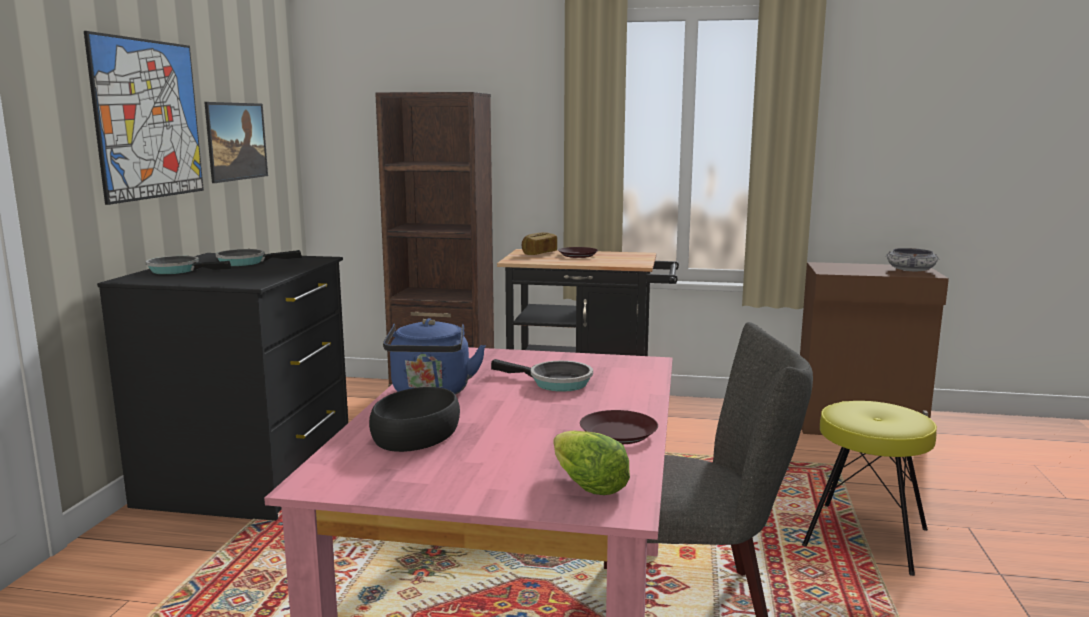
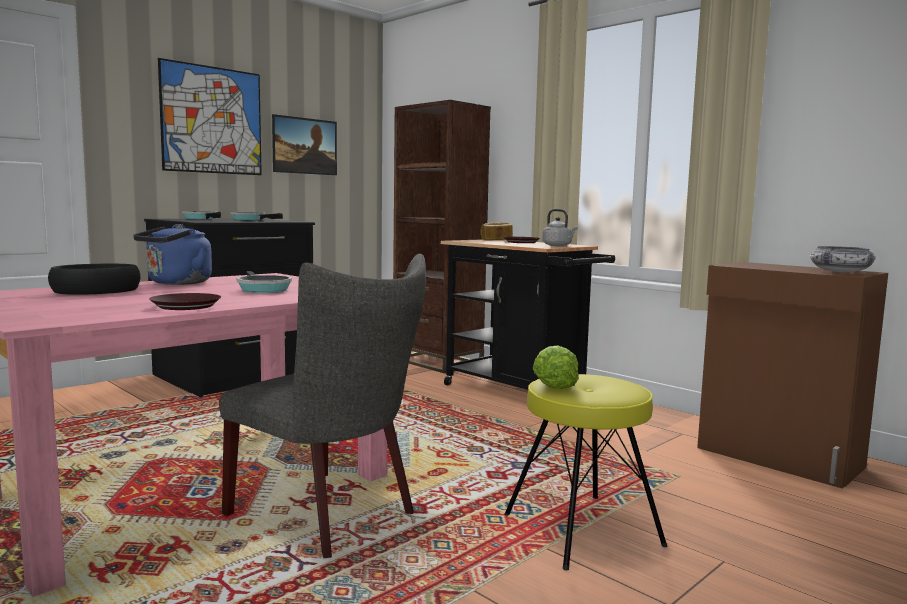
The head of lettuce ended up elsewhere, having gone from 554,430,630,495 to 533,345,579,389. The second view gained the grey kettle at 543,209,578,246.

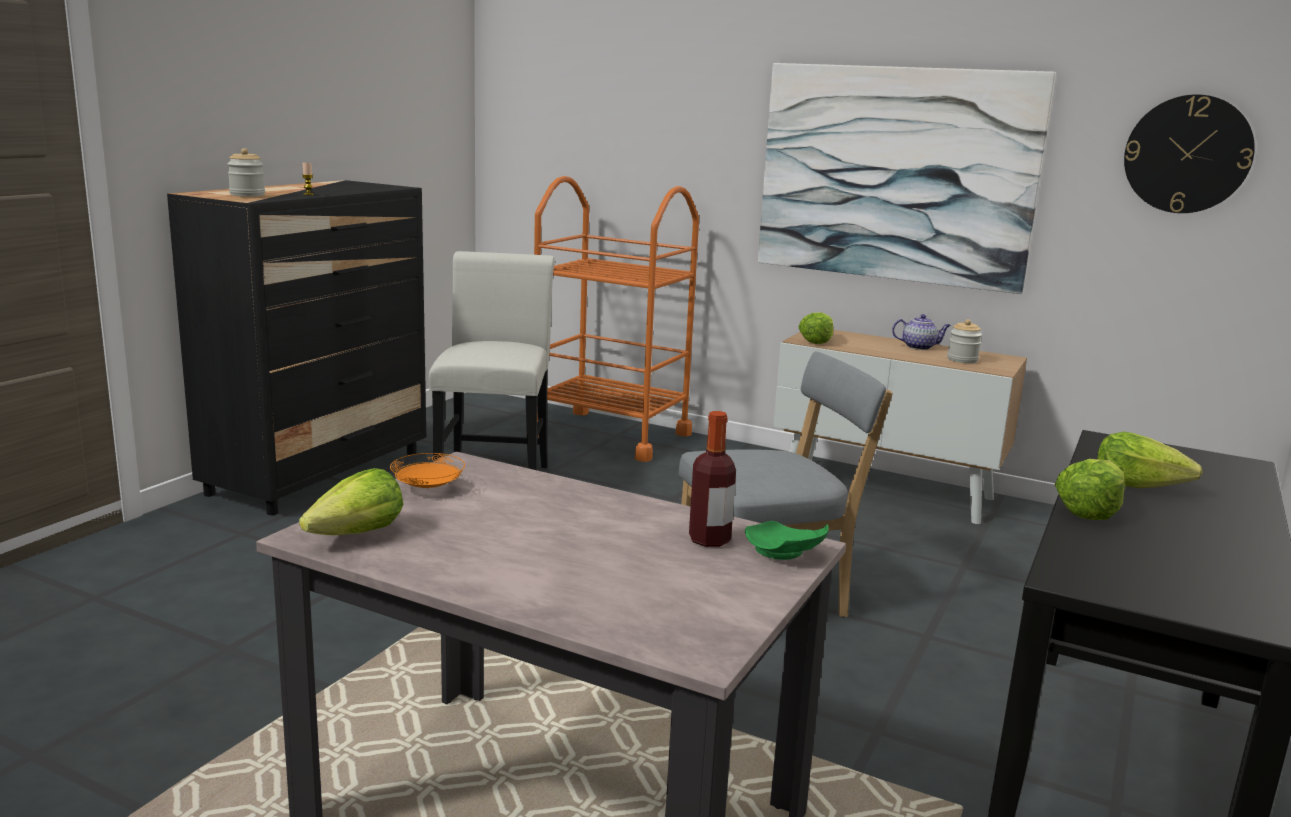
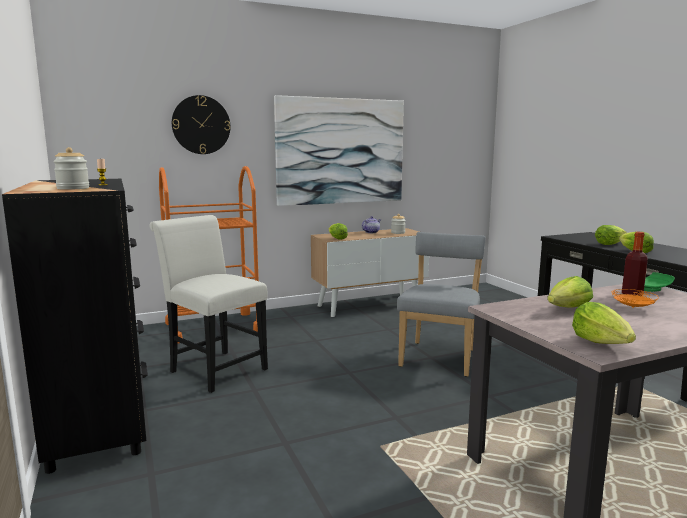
The orange-coloured flat dish ended up elsewhere, having gone from 390,453,465,489 to 612,289,659,308. The hanging clock ended up elsewhere, having gone from 1124,94,1255,213 to 172,95,230,154. The second view gained the head of lettuce at 547,276,593,308.

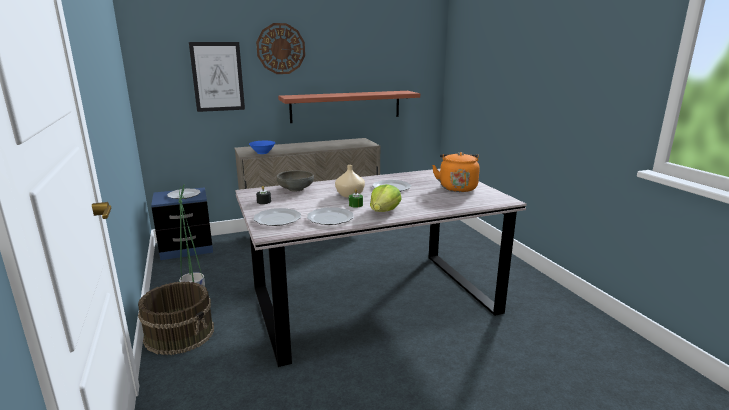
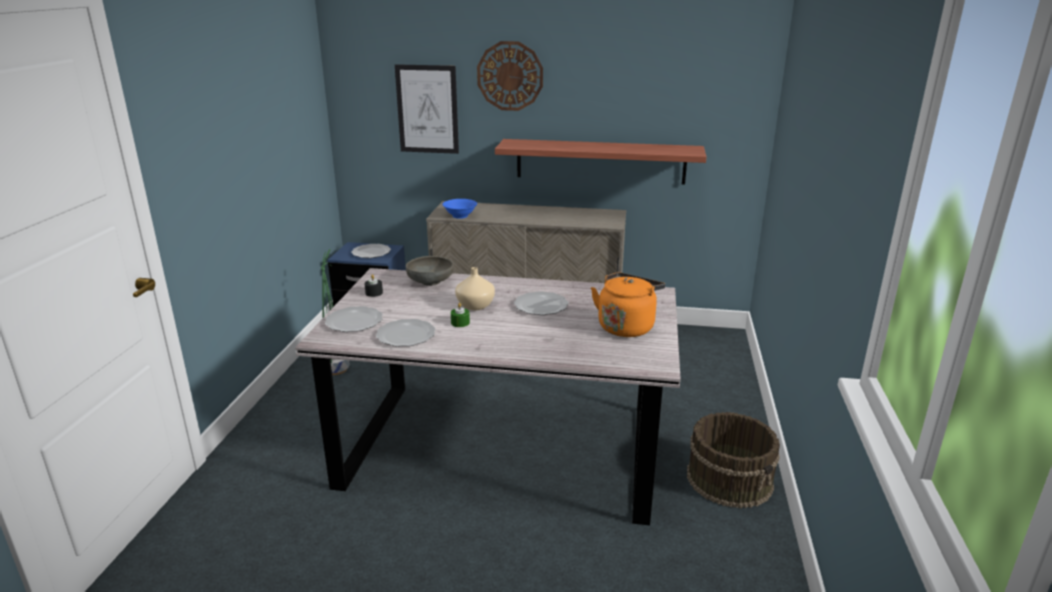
The brown-coloured water bucket ended up elsewhere, having gone from 138,281,214,355 to 687,412,780,509. The second view lost the head of lettuce at 370,184,402,212.

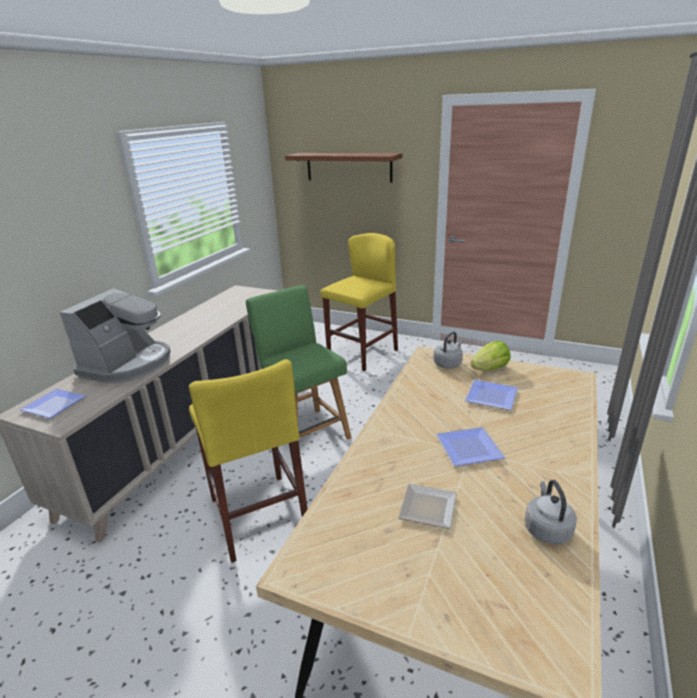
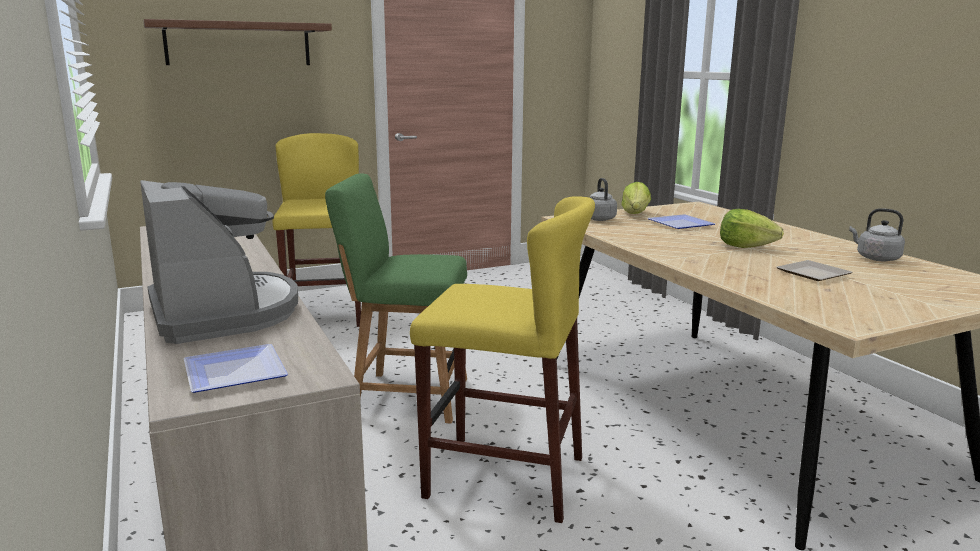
Where the flat dish stood at 436,427,505,466, the head of lettuce came to stand at 720,209,784,248.

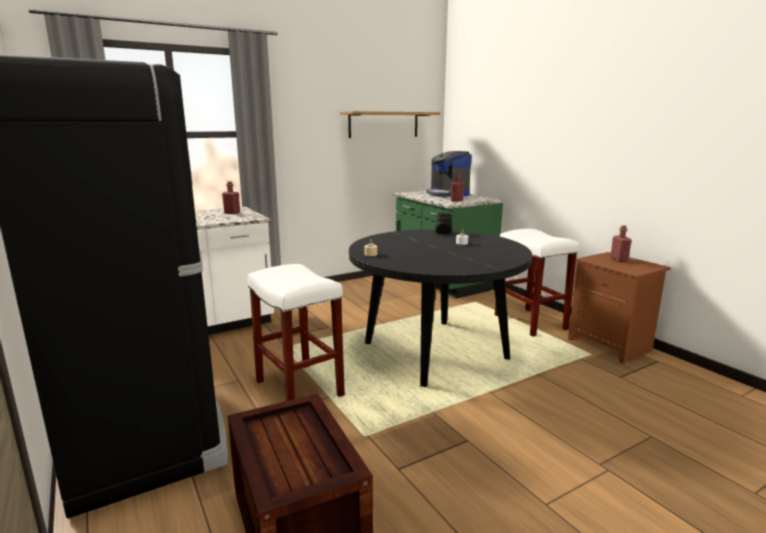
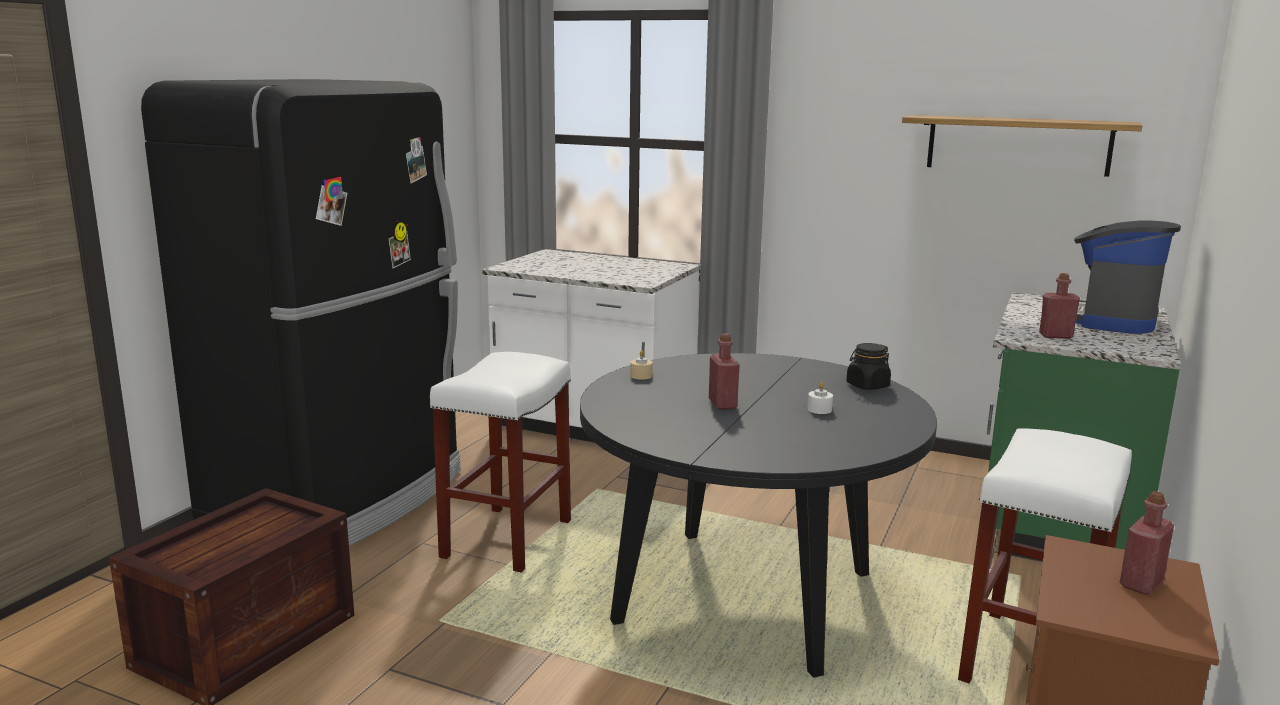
The reddish drink bottle ended up elsewhere, having gone from 222,181,240,214 to 709,333,740,410.

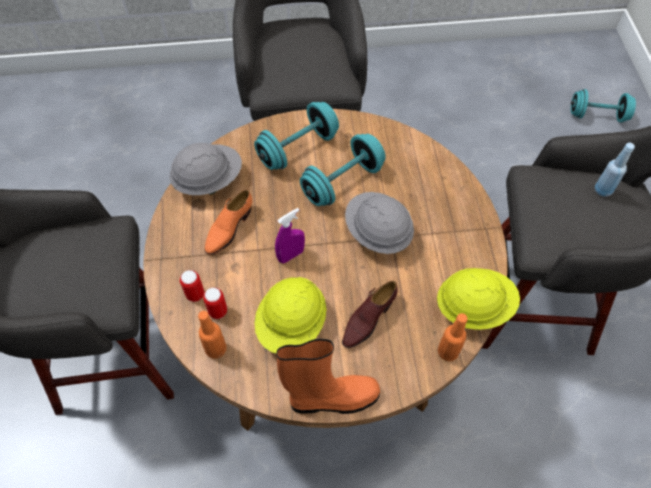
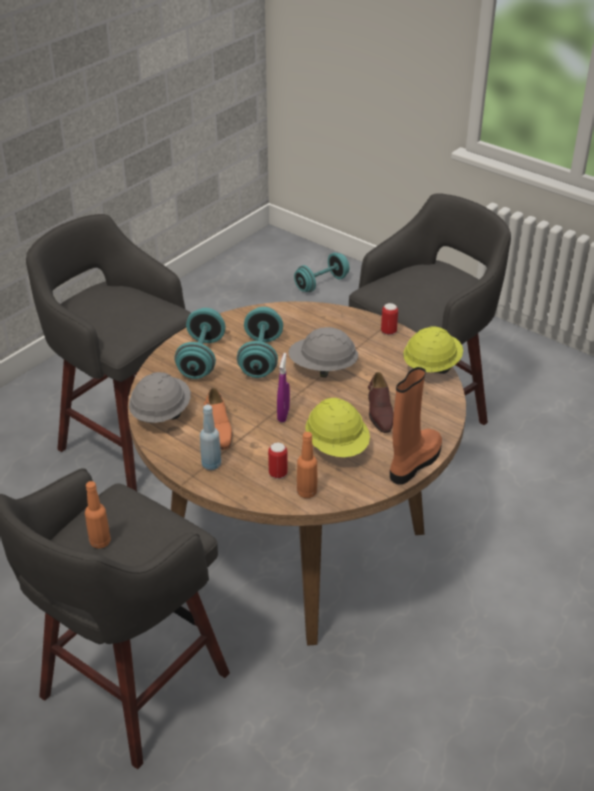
The can ended up elsewhere, having gone from 180,270,204,302 to 381,303,398,335. The orange-coloured drink bottle ended up elsewhere, having gone from 438,313,468,361 to 85,481,111,549. The blue-coloured drink bottle ended up elsewhere, having gone from 595,143,635,197 to 200,405,221,470.

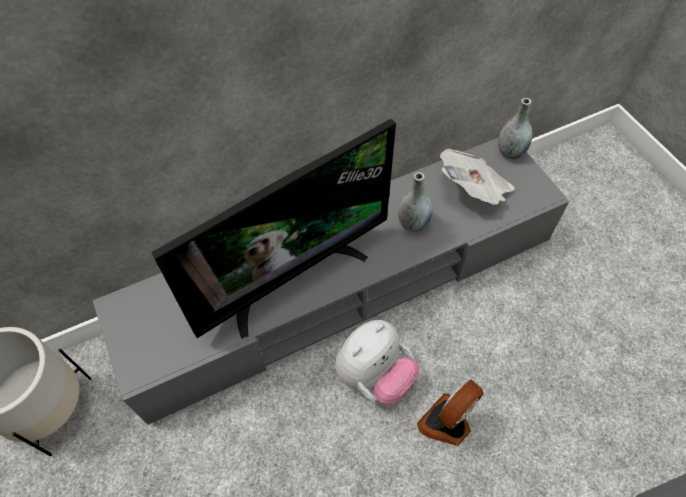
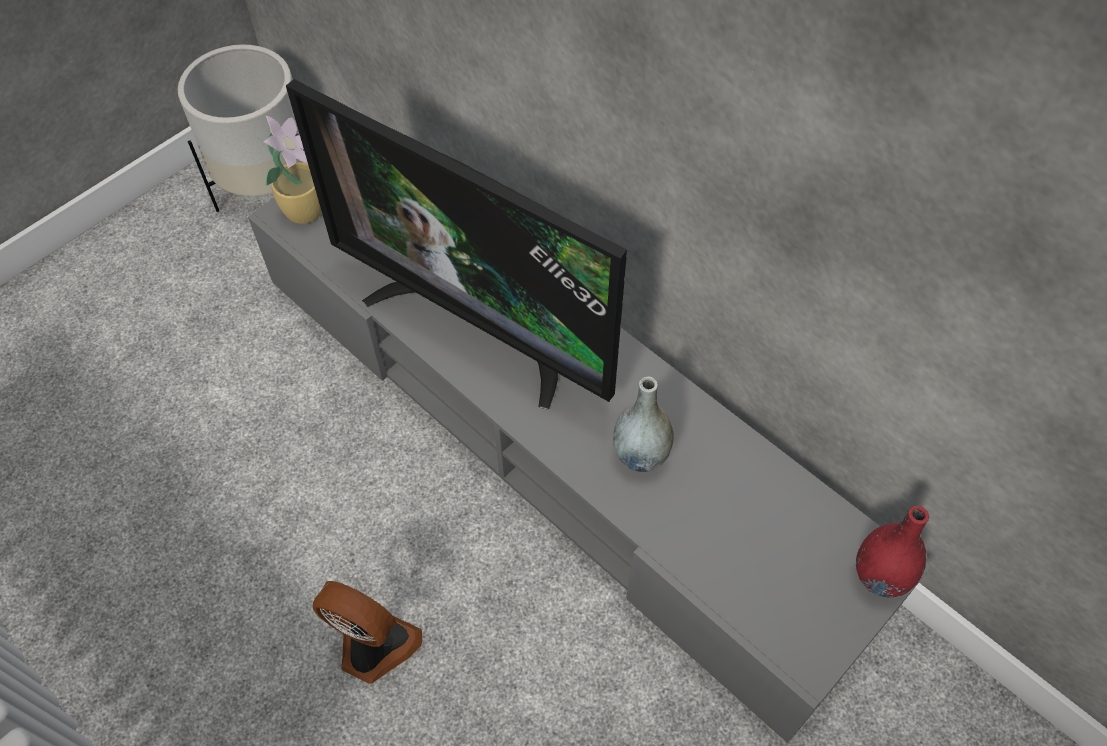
The second view lost the soft toy at 335,320,419,405. The second view lost the daily paper at 440,149,515,205. What was the grey flower vase at 498,98,532,159 turned into the reddish flower vase at 856,506,929,597. The second view gained the houseplant at 263,116,322,224.

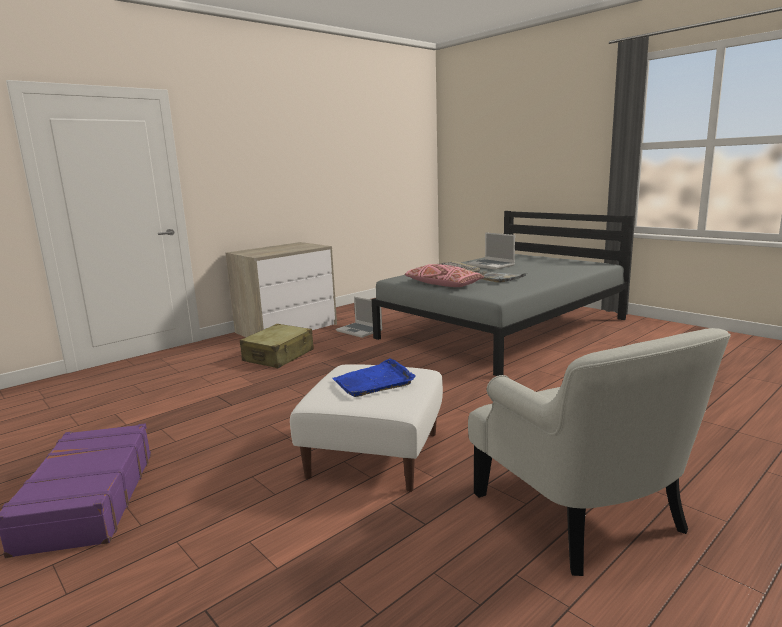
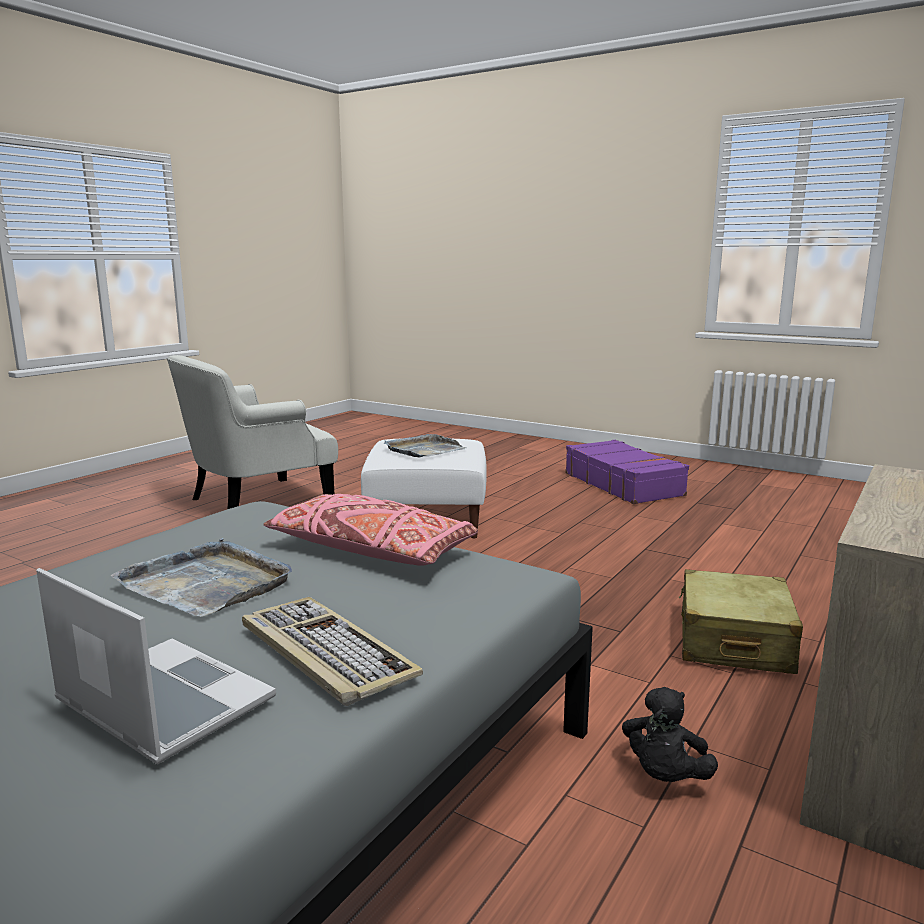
What was the blue-coloured tray at 332,359,416,397 turned into the grey tray at 384,434,467,458. Where the notebook computer stood at 336,296,383,338, the blackish soft toy came to stand at 622,687,718,782. The whitish armchair at 468,328,731,576 ended up facing another way, 90 degrees counterclockwise from before.

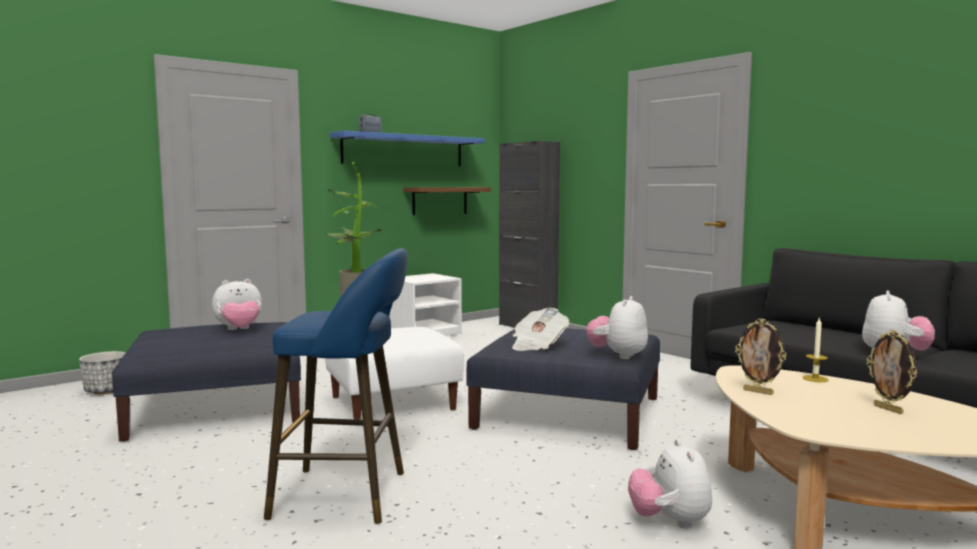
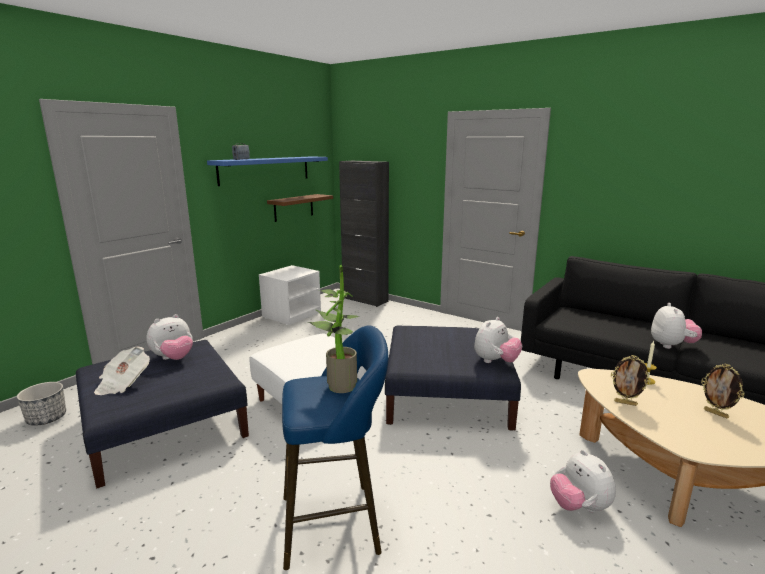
The daily paper ended up elsewhere, having gone from 512,308,569,351 to 94,346,150,395. The soft toy at 586,296,648,359 ended up facing another way, 150 degrees counterclockwise from before.

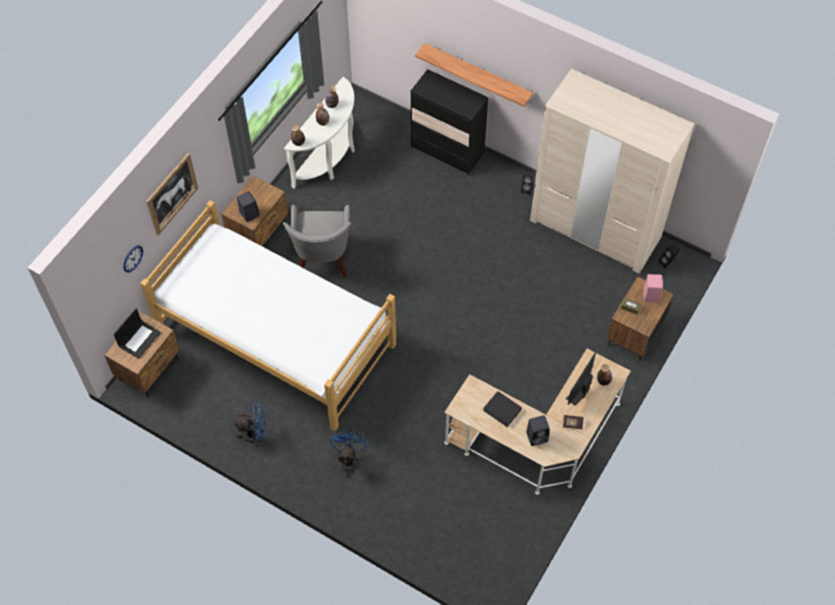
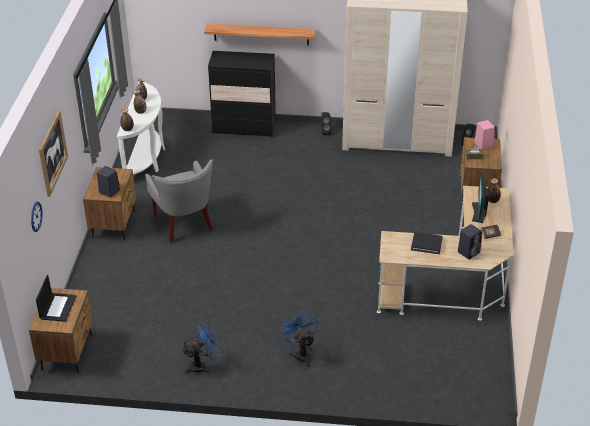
The second view lost the bed at 140,200,396,431.

